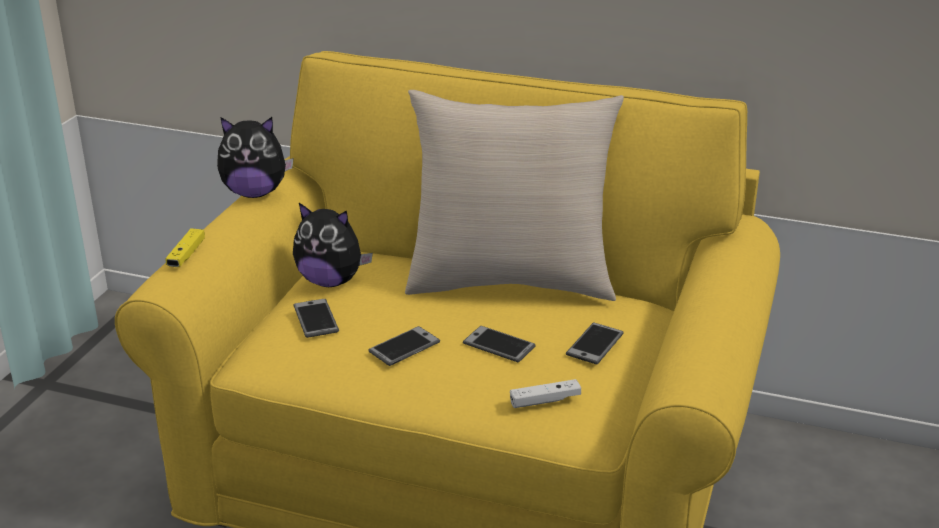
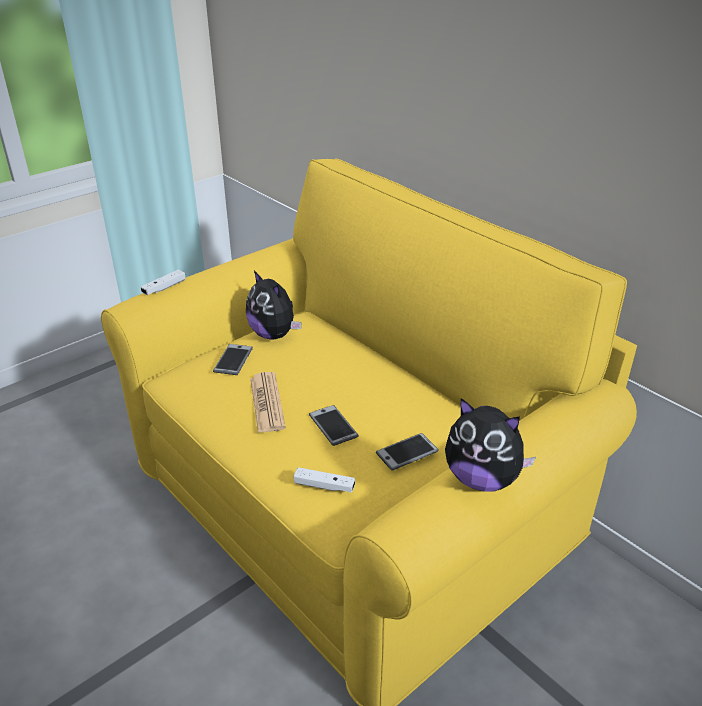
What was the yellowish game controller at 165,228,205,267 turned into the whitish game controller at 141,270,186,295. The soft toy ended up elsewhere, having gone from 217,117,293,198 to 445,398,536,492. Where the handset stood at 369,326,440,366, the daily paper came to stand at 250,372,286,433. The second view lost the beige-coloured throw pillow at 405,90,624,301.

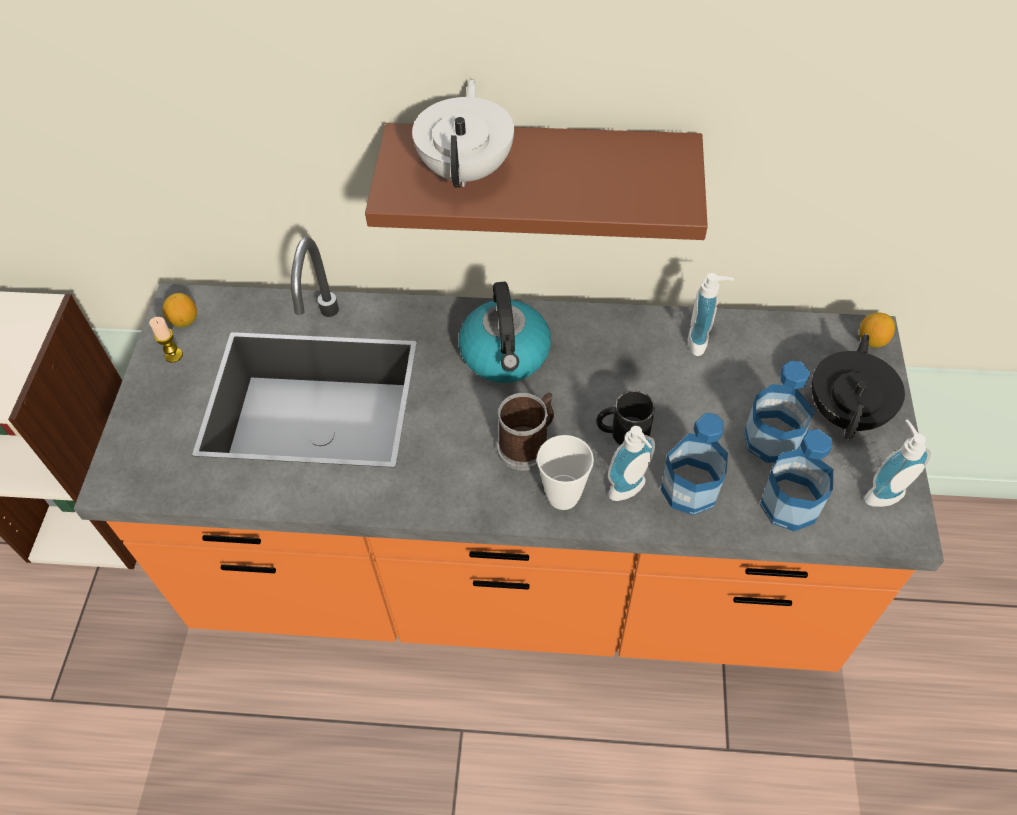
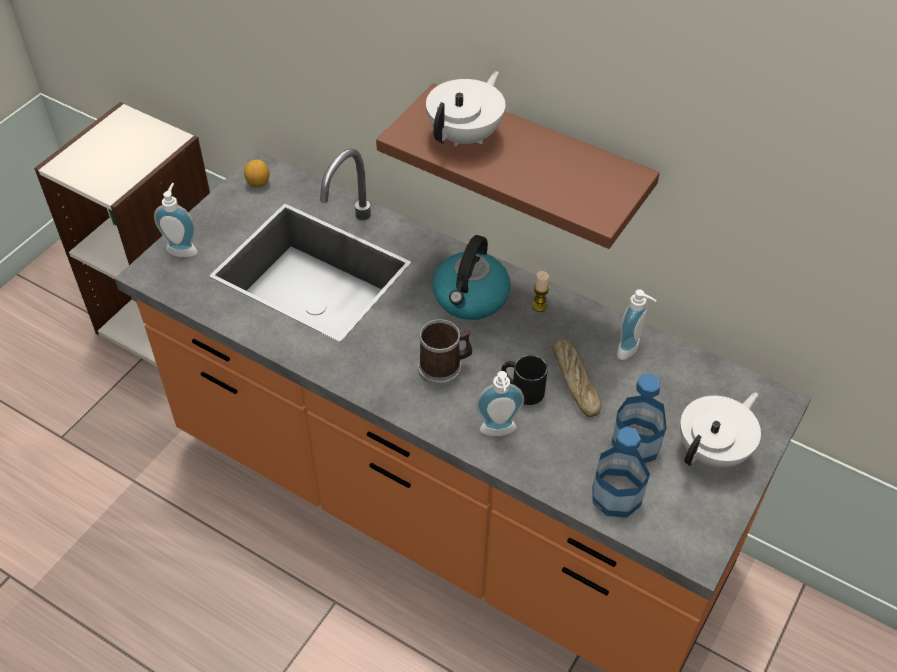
The candle ended up elsewhere, having gone from 149,317,183,363 to 532,271,550,312. The second view lost the small cup at 537,435,594,510. The second view lost the drink bottle at 661,413,728,515. What was the blackish teapot at 812,334,905,440 turned into the whitish teapot at 680,392,761,468. The second view lost the citrus fruit at 859,312,895,348. The soap dispenser ended up elsewhere, having gone from 864,419,931,507 to 154,183,198,257. The second view gained the bakery bread at 553,339,601,417.

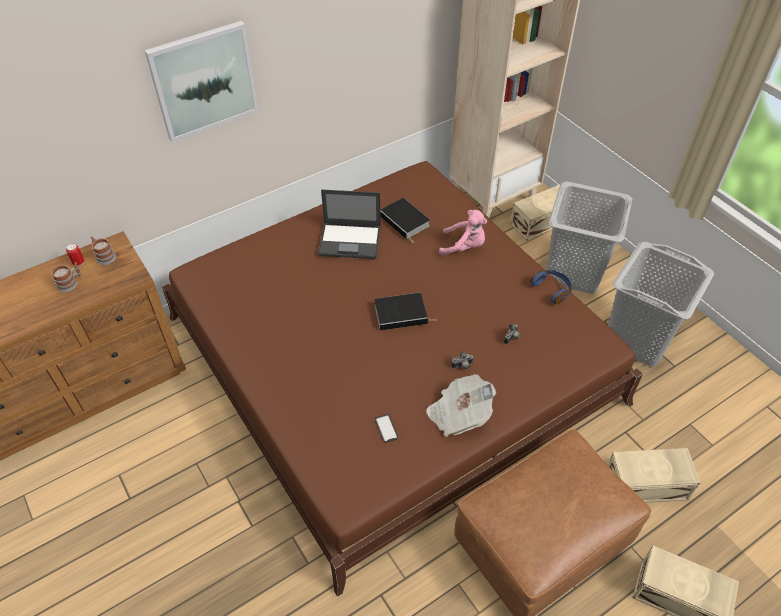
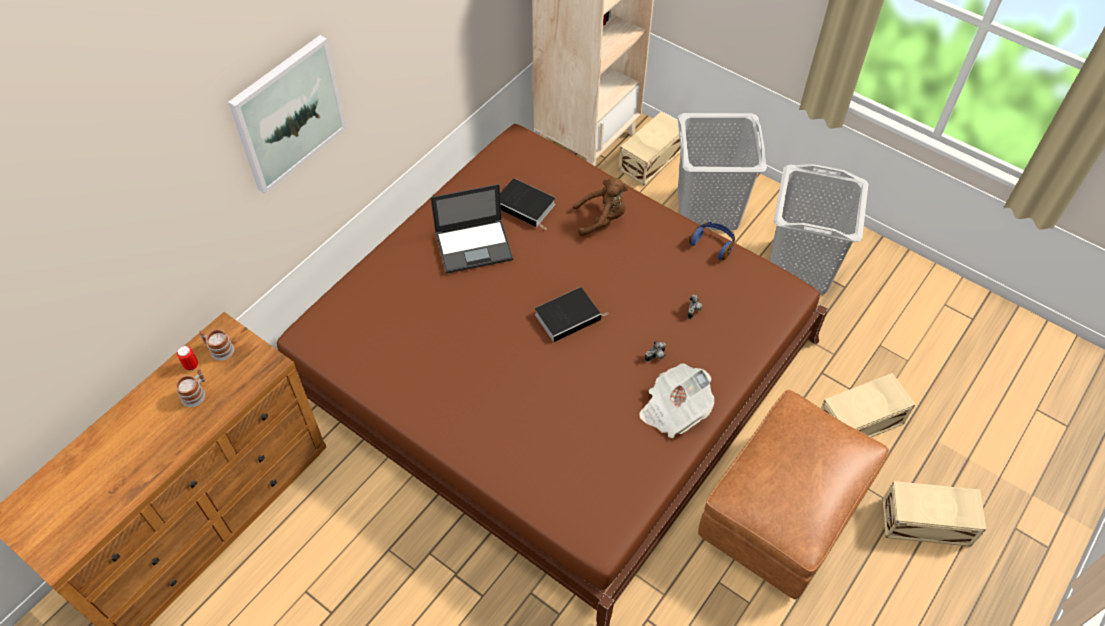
The second view lost the handset at 375,414,398,443. What was the pinkish soft toy at 439,210,487,256 turned into the brown-coloured soft toy at 573,178,628,236.

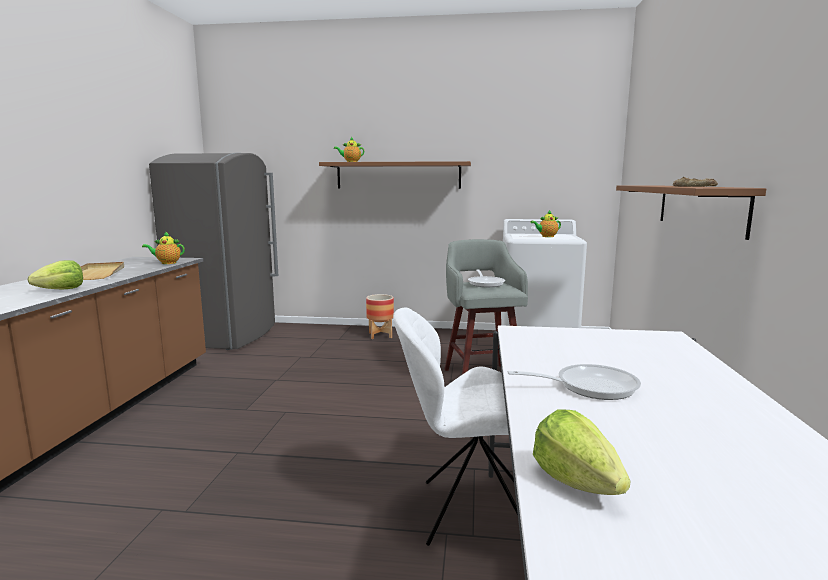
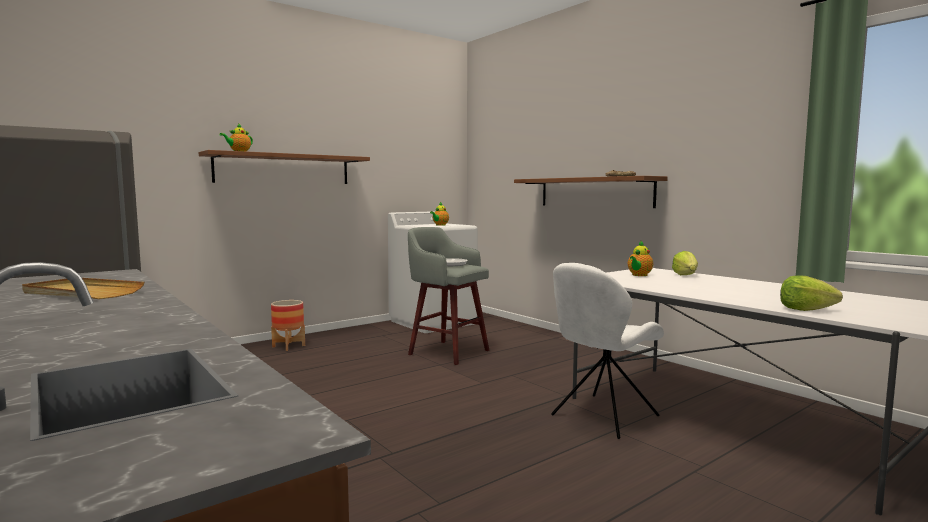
The head of lettuce ended up elsewhere, having gone from 28,260,83,289 to 672,251,698,275. The teapot ended up elsewhere, having gone from 142,231,185,264 to 628,241,653,276. The second view lost the frying pan at 508,364,641,400.

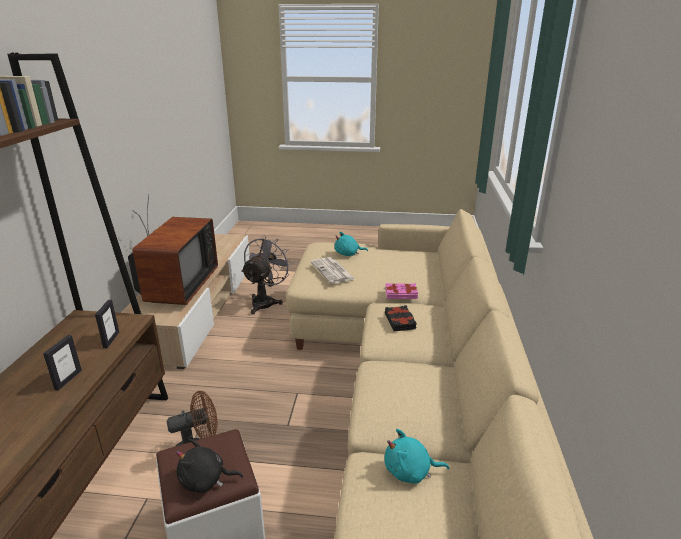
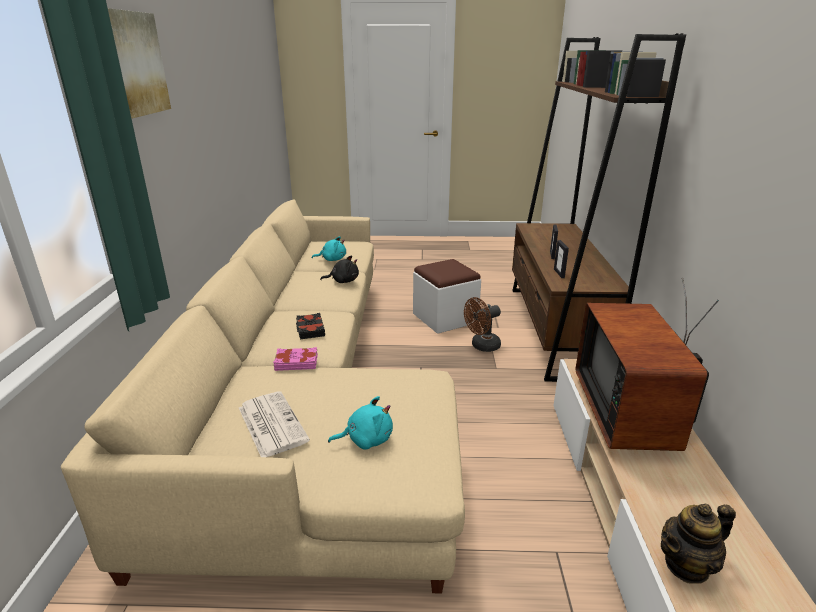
The blackish soft toy ended up elsewhere, having gone from 176,439,243,493 to 320,255,359,283. The second view lost the grey electric fan at 241,235,293,314. The daily paper ended up elsewhere, having gone from 311,257,355,284 to 239,391,310,457. The second view gained the wall picture at 108,8,171,118. The second view gained the teapot at 661,504,736,584.

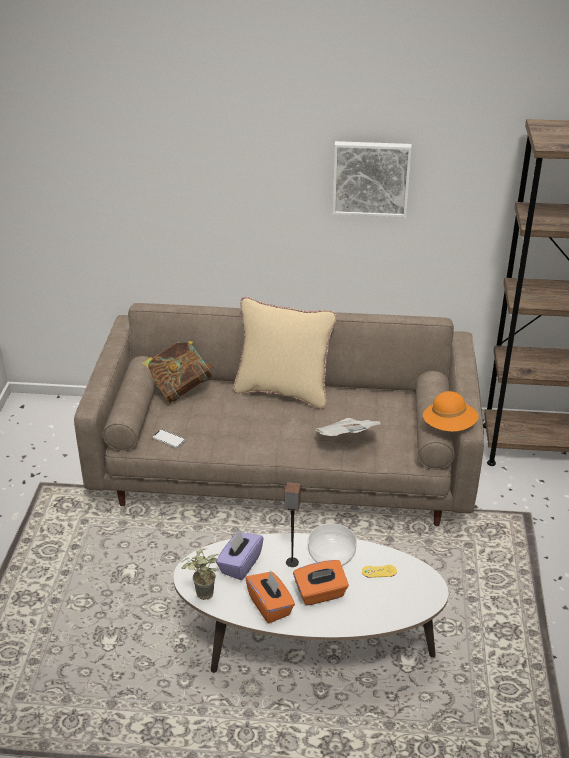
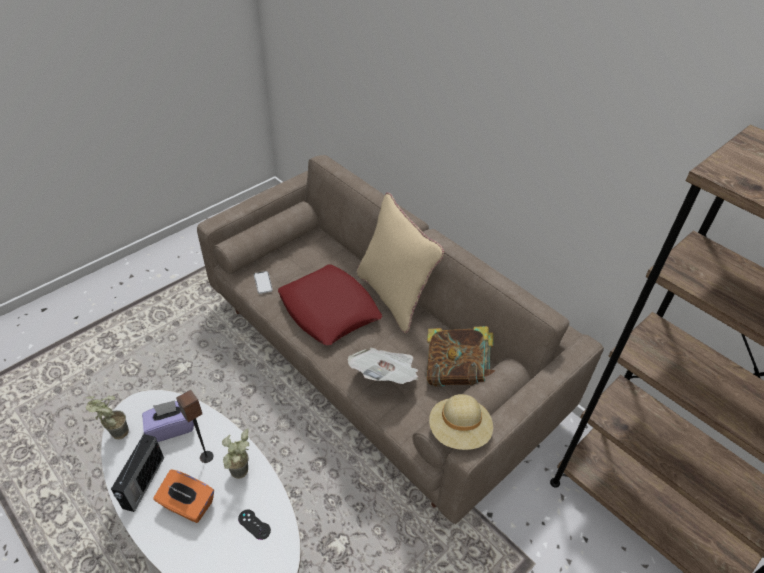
The volume ended up elsewhere, having gone from 141,341,214,403 to 427,326,495,387. Where the orange-coloured box of tissues stood at 246,571,295,623, the radio came to stand at 111,434,164,512. Where the deep dish stood at 308,523,357,566, the houseplant came to stand at 222,429,249,479. The second view lost the wall picture at 333,141,412,218. What was the yellowish game controller at 362,565,397,578 turned into the blackish game controller at 238,510,271,540. What was the orange-coloured wearable hat at 423,391,478,432 turned into the beige-coloured wearable hat at 429,394,493,450. The second view gained the reddish throw pillow at 278,264,383,346.

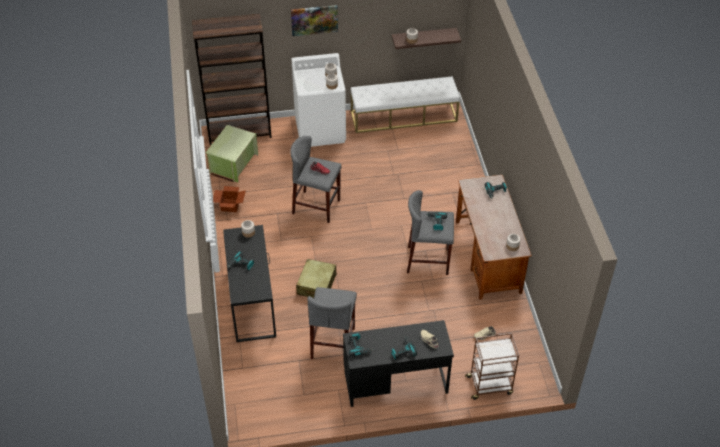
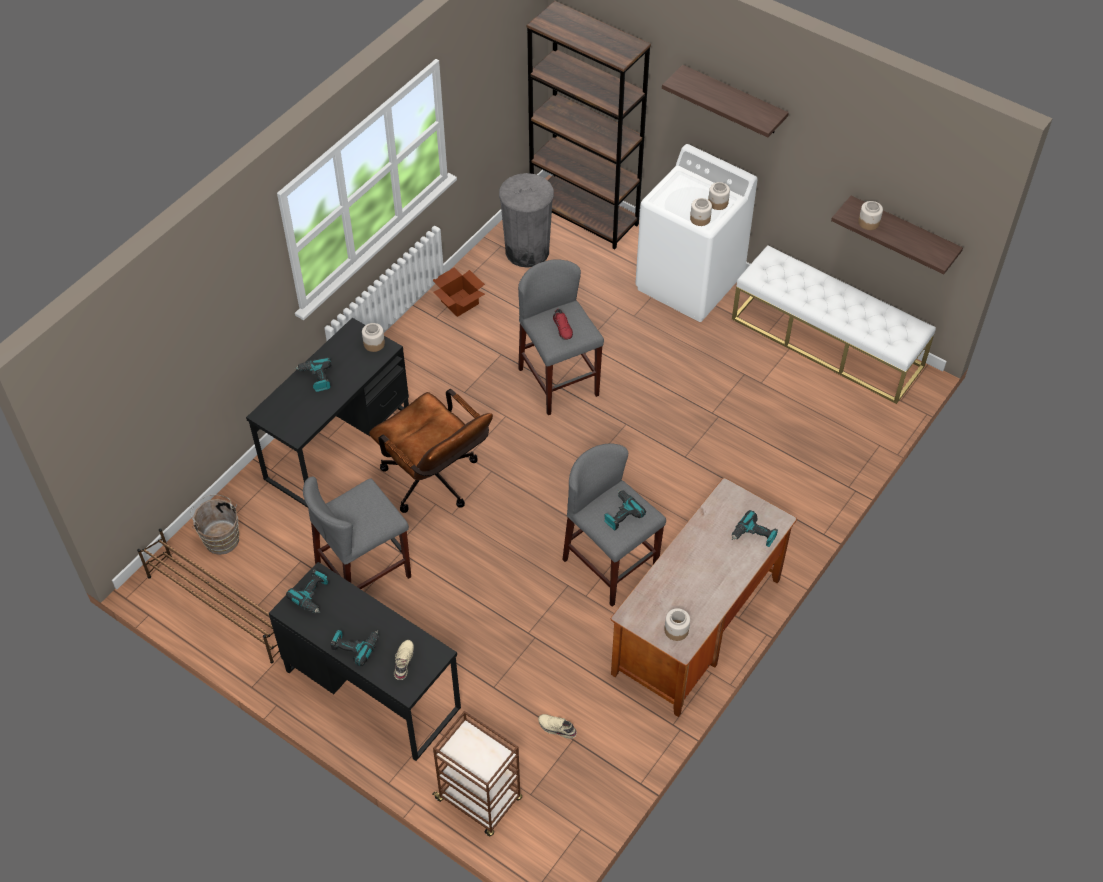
Where the green storage bin stood at 206,125,258,182, the grey rubbish bin came to stand at 499,173,554,268. Where the wall picture hung at 291,5,338,36, the wall shelf came to hang at 662,65,789,137. Where the beige-coloured travel case stood at 296,259,337,298, the brown-coloured computer chair came to stand at 369,389,493,513. The second view gained the brown-coloured shoe shelf at 137,528,279,663. The second view gained the brown-coloured water bucket at 191,494,239,555.

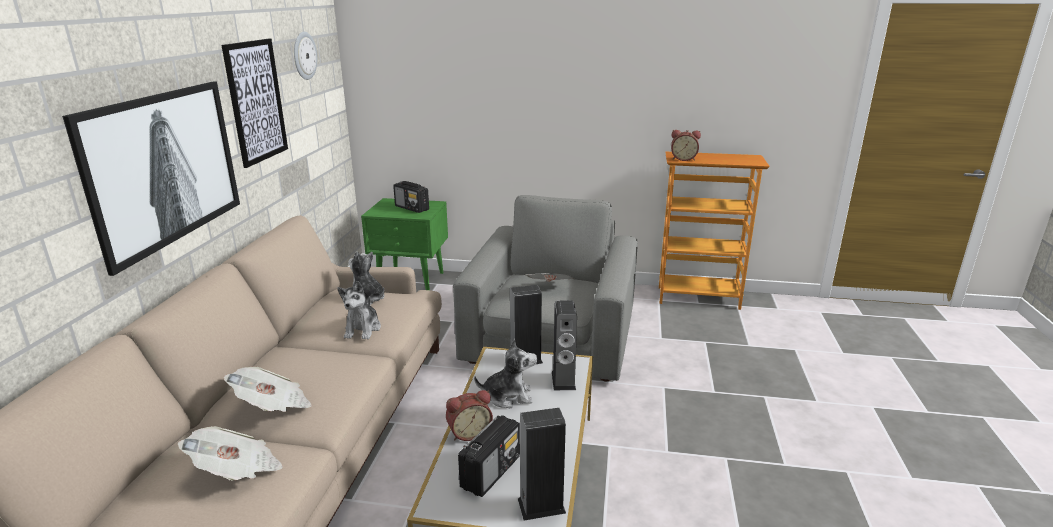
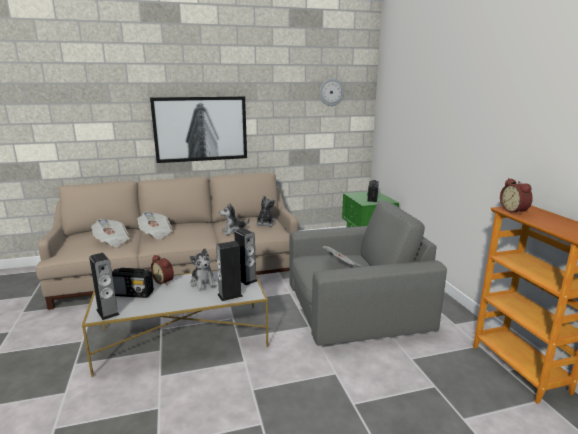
The second view lost the wall picture at 221,39,288,168.

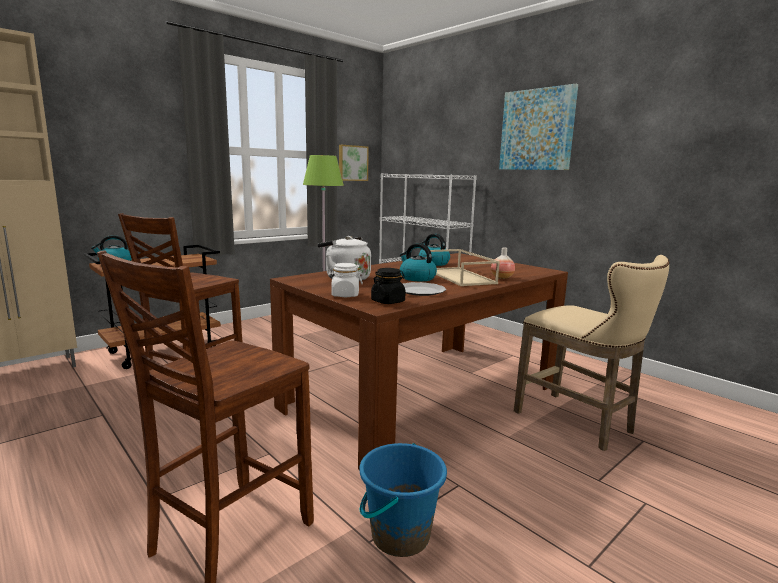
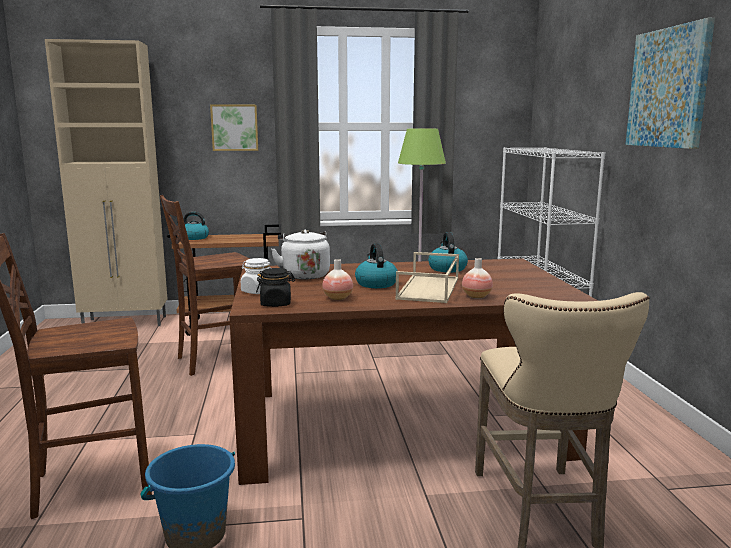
The wall picture ended up elsewhere, having gone from 339,145,369,181 to 210,104,258,151. Where the flat dish stood at 402,282,446,296, the flower vase came to stand at 322,259,353,300.

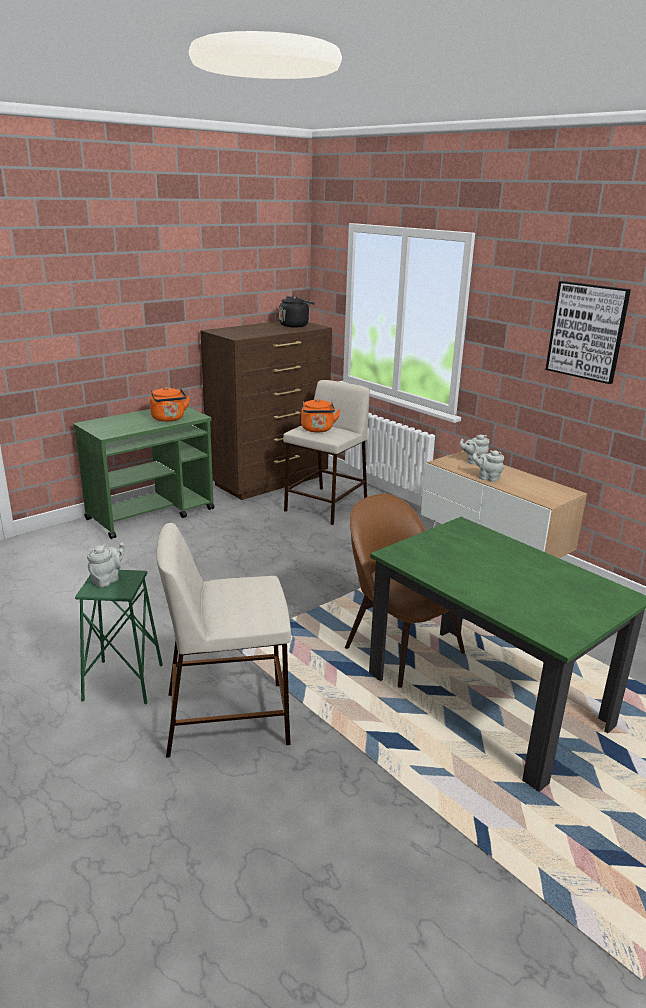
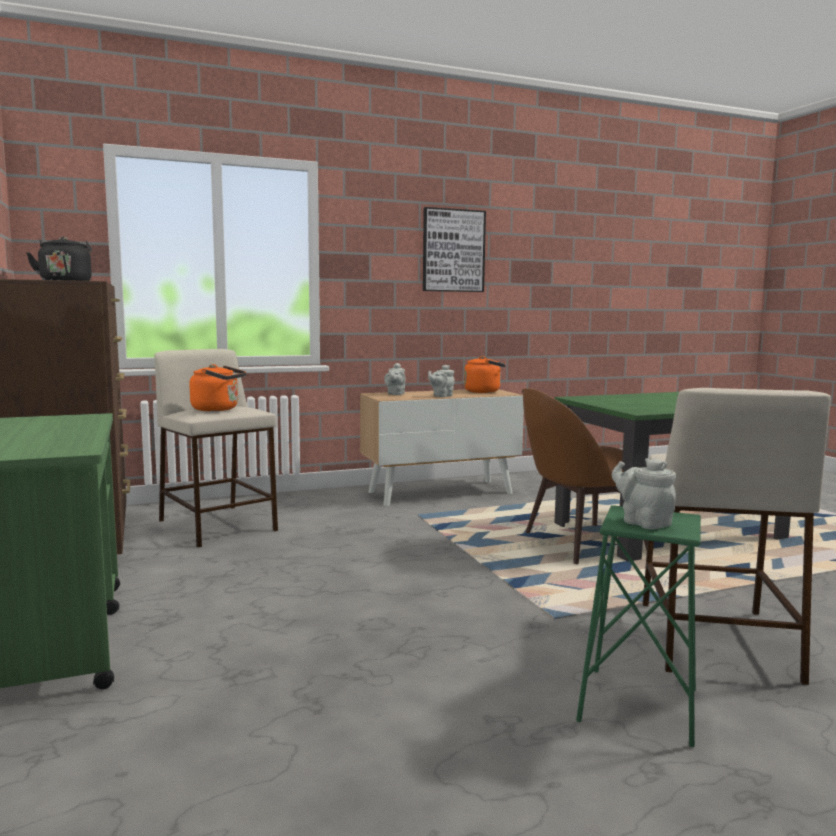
The orange-coloured kettle ended up elsewhere, having gone from 150,387,190,422 to 464,356,506,393.

